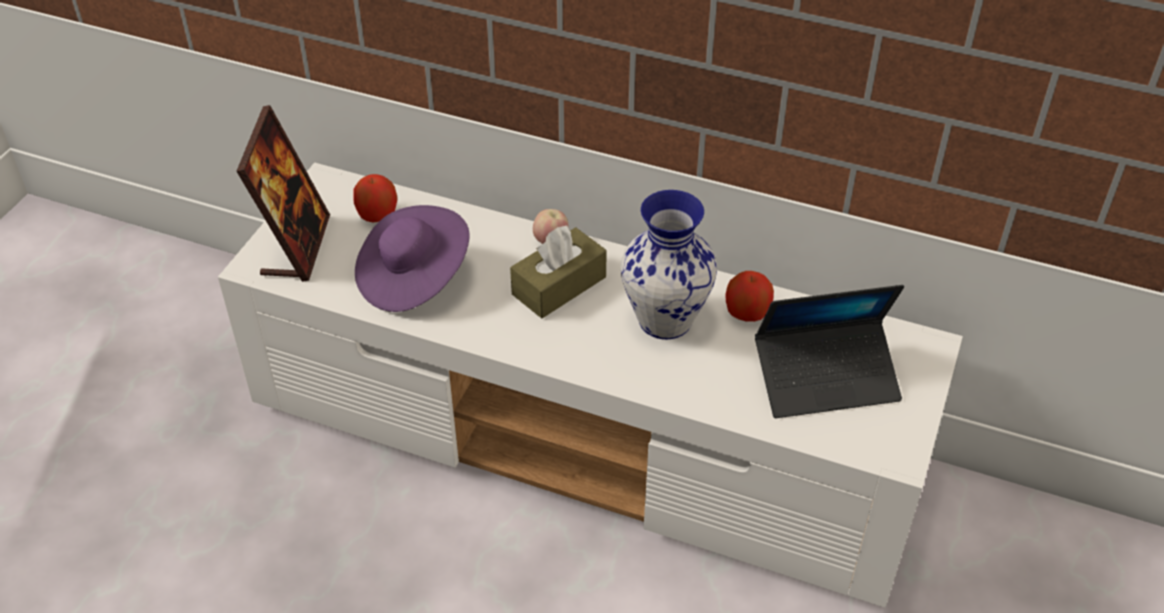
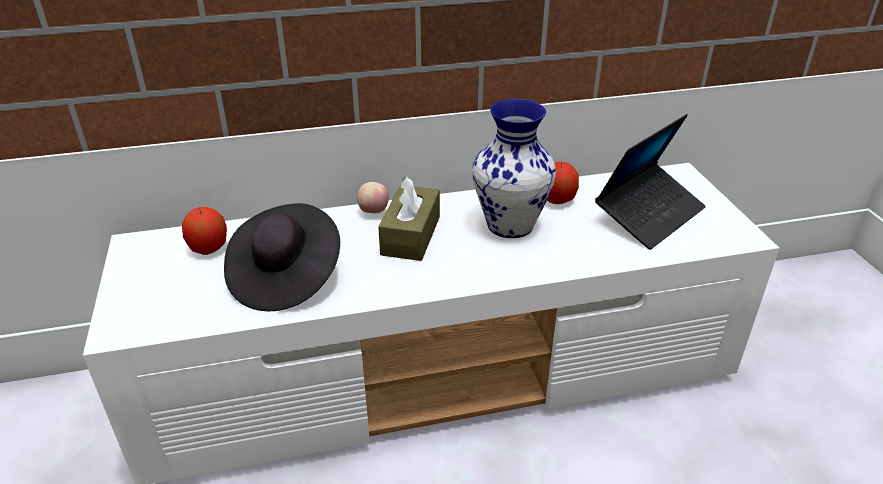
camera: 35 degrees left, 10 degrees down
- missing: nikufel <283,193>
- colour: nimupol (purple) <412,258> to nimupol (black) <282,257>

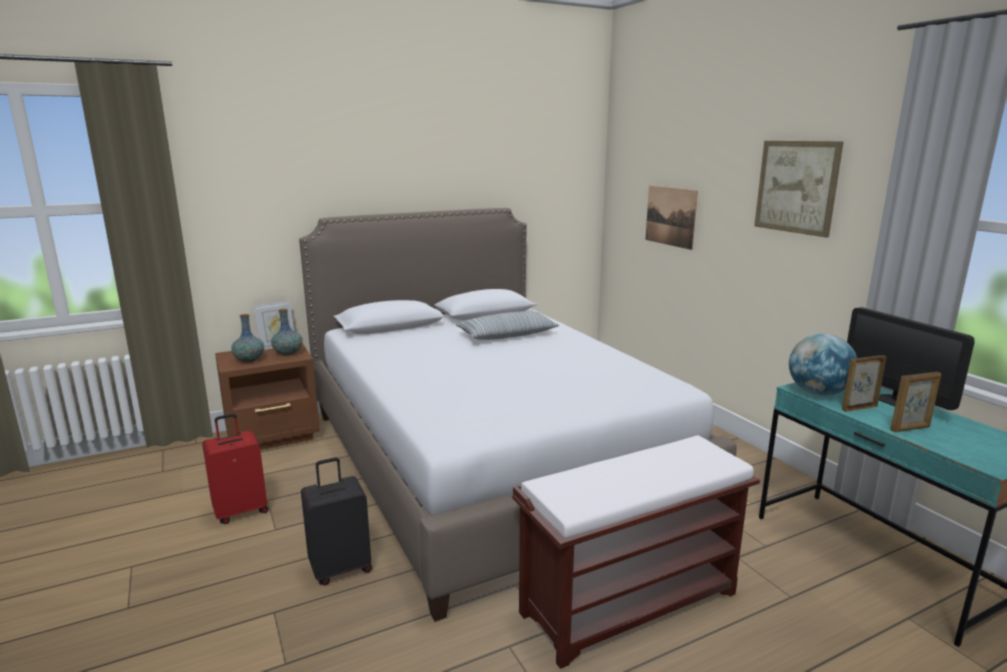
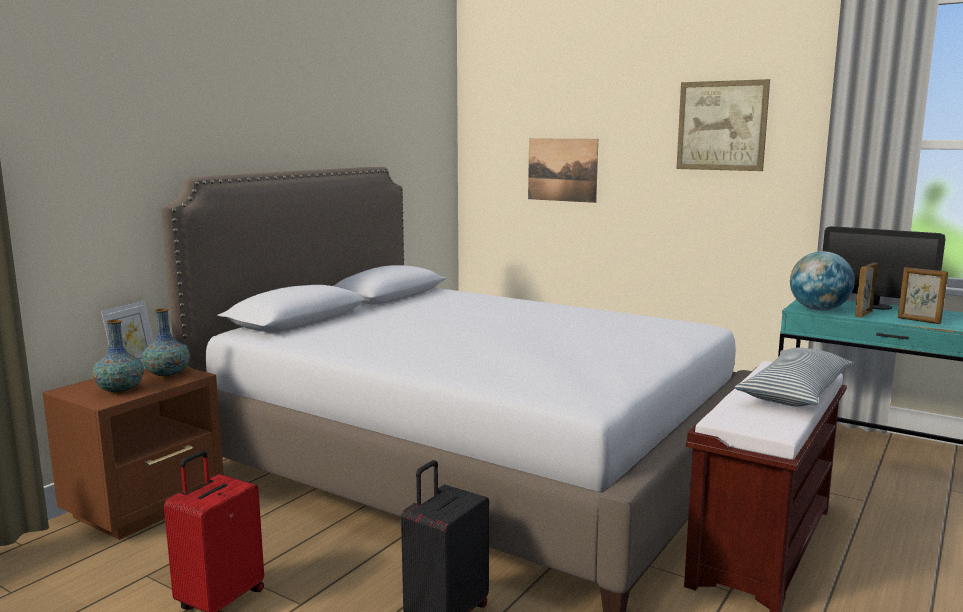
camera: 30 degrees left, 5 degrees down
- relocated: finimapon <508,325> to <794,377>
- spun: nikufel <915,402> = <923,295> 90 degrees clockwise

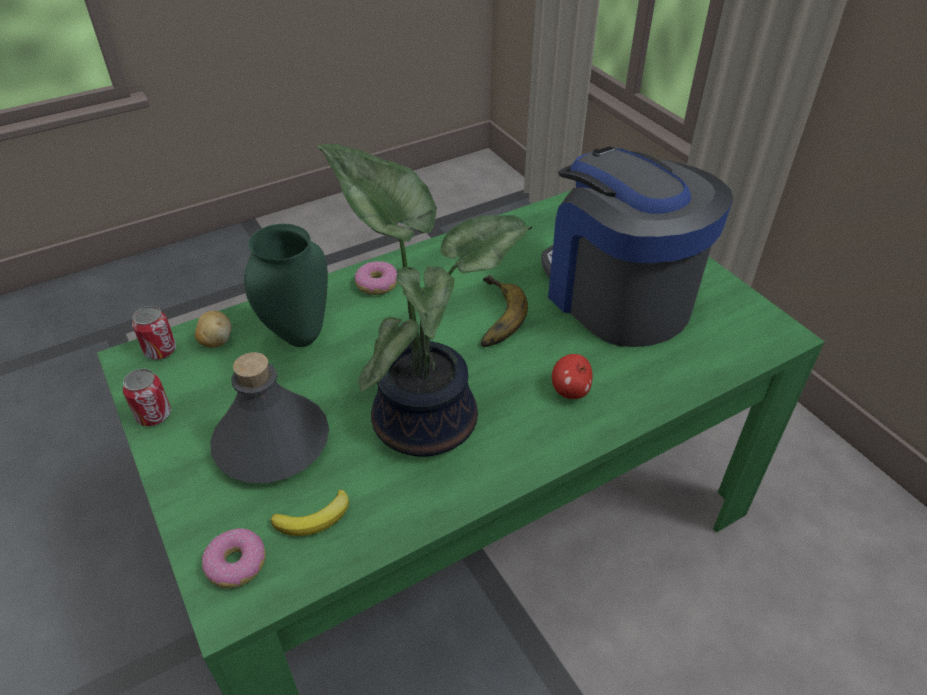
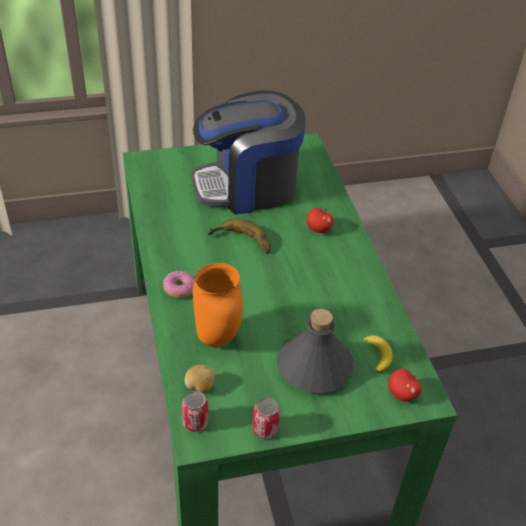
camera: 75 degrees left, 0 degrees up
- missing: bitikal <425,300>
- colour: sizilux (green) <286,285> to sizilux (orange) <218,305>
- exchanged: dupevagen <234,558> to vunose <405,385>

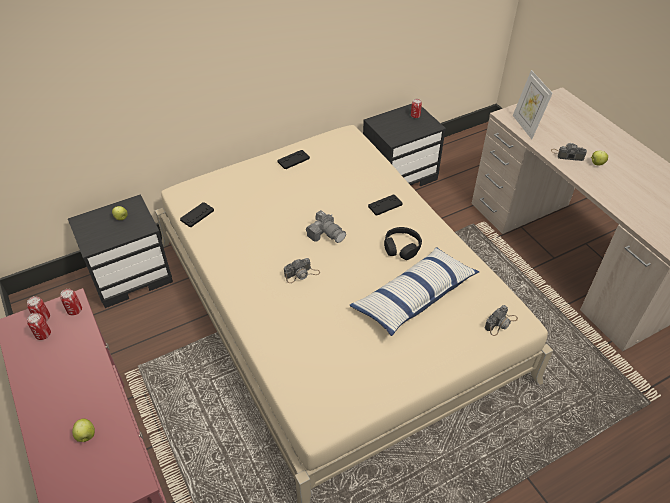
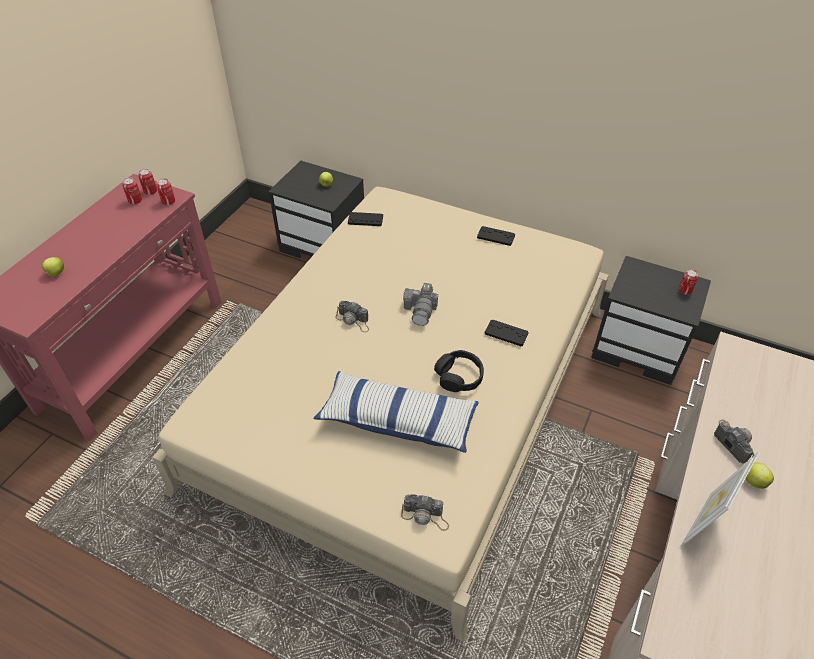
camera: 55 degrees right, 0 degrees up
- relocated: nikufel <533,104> to <720,499>

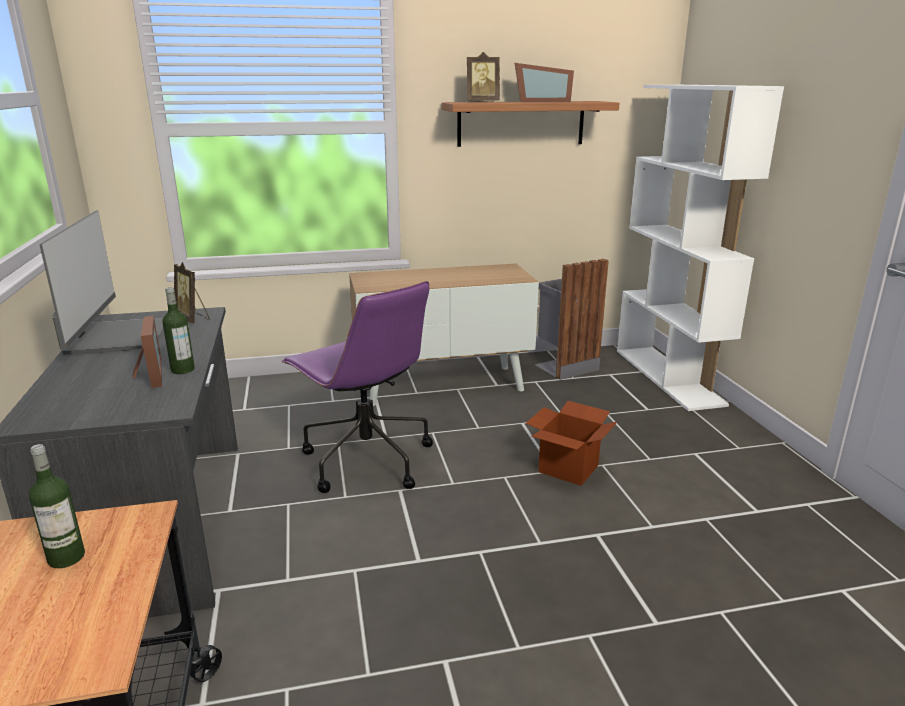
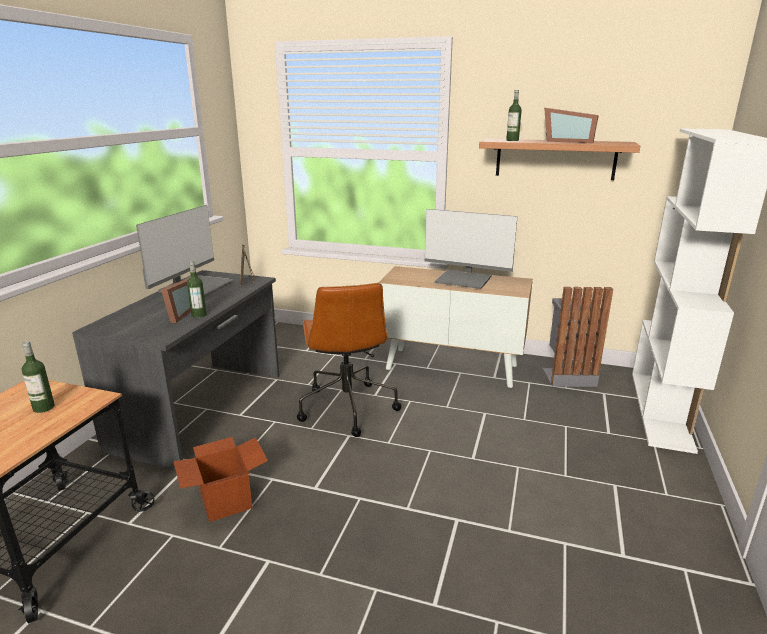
camera: 30 degrees right, 0 degrees up
- exchanged: nikufel <483,77> to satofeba <514,115>
- colour: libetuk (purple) <357,387> to libetuk (brown) <349,360>
- relocated: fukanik <571,443> to <220,479>
- appeared: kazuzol <471,249>

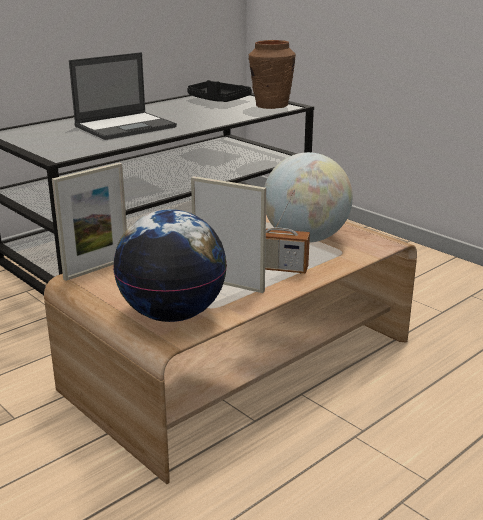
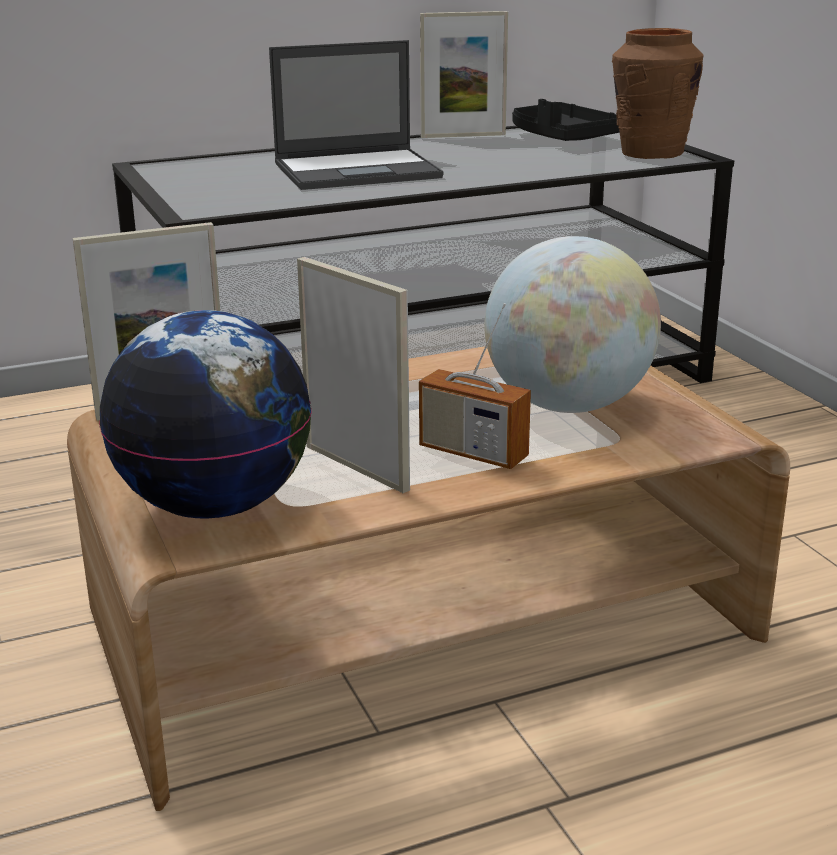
camera: 20 degrees right, 0 degrees up
- appeared: nikufel <464,74>

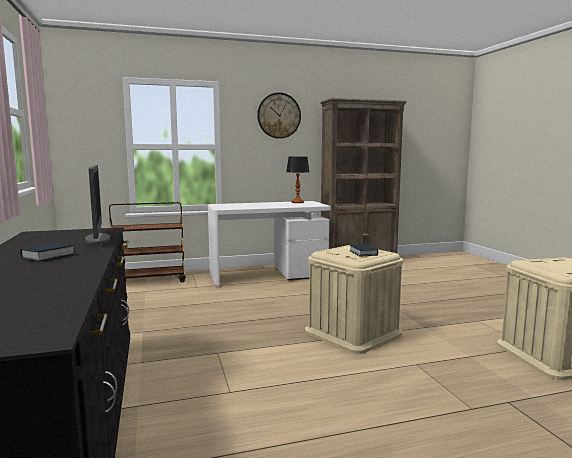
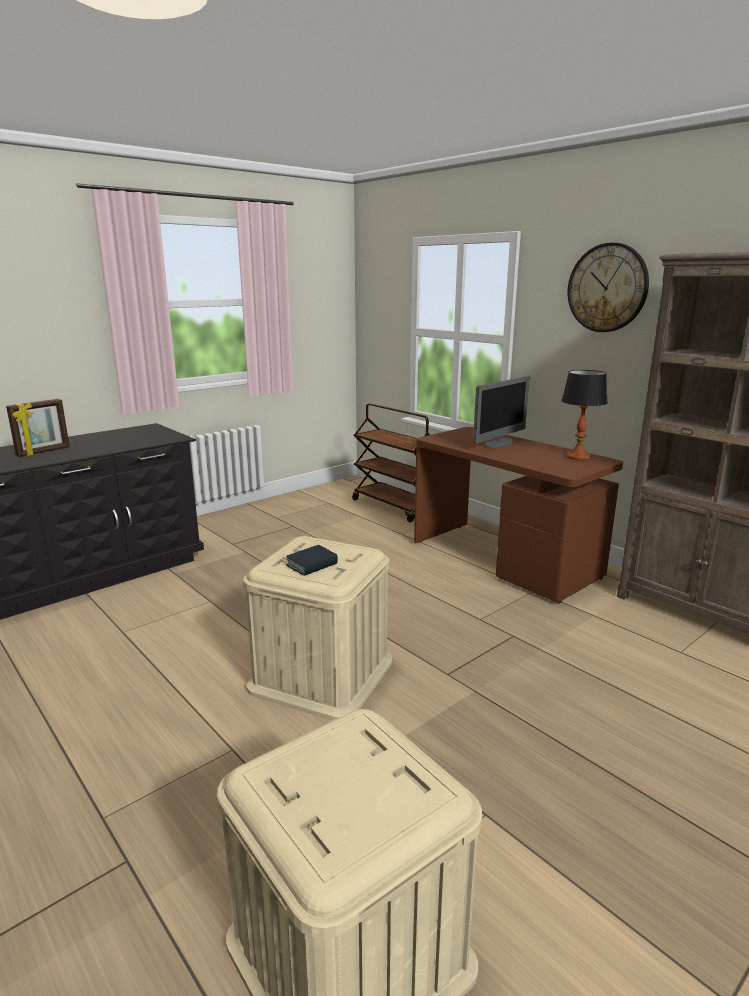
camera: 65 degrees right, 10 degrees up
- relocated: kazuzol <97,204> to <501,412>
- colour: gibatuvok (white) <269,243> to gibatuvok (brown) <518,515>
- exchanged: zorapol <47,252> to nikufel <38,428>

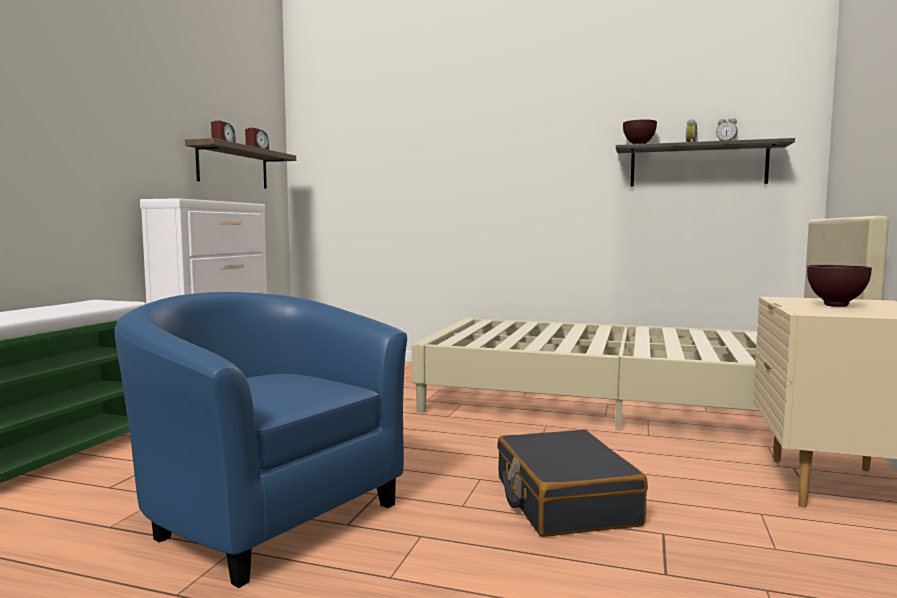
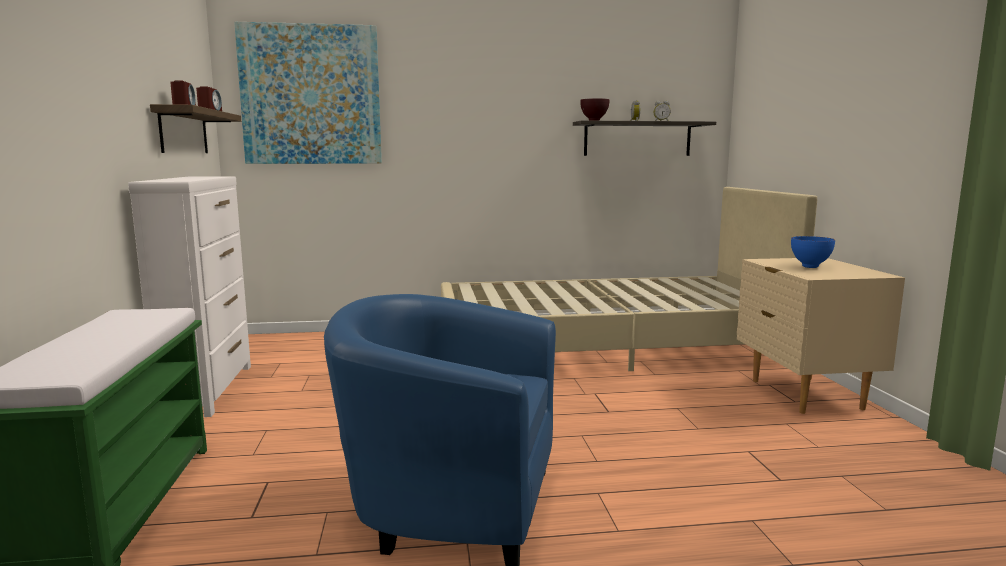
camera: 25 degrees left, 5 degrees up
- colour: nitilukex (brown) <839,286> to nitilukex (blue) <813,252>
- missing: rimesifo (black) <572,483>
- appeared: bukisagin <308,93>

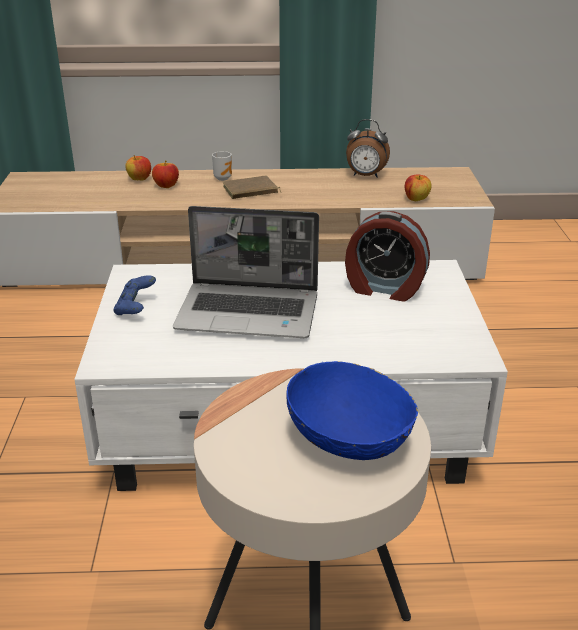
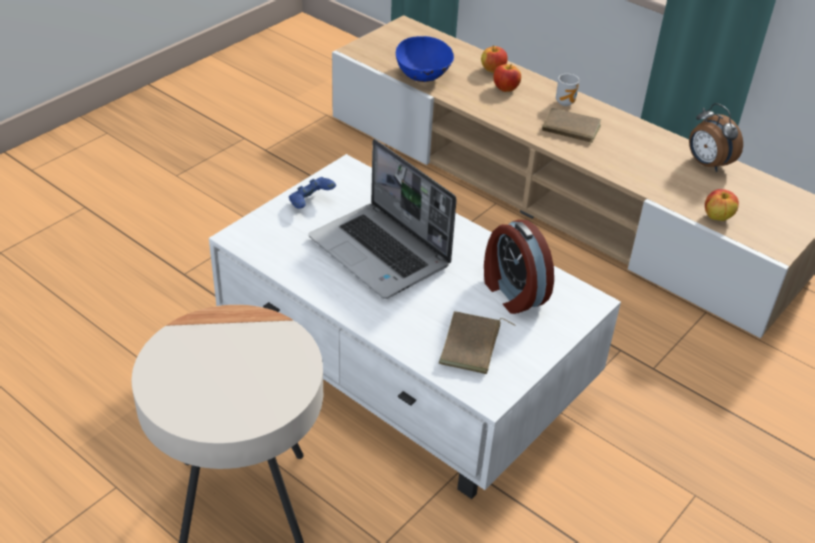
camera: 40 degrees right, 10 degrees up
- relocated: nitilukex (blue) <352,410> to <425,59>
- appeared: zorapol (brown) <477,342>

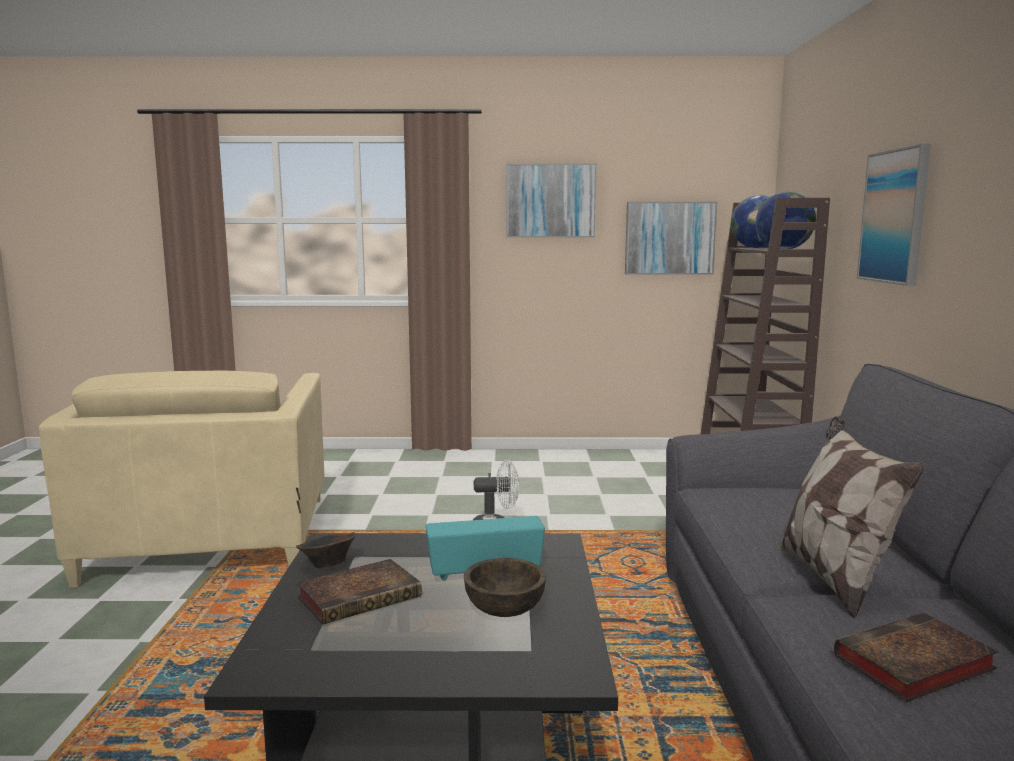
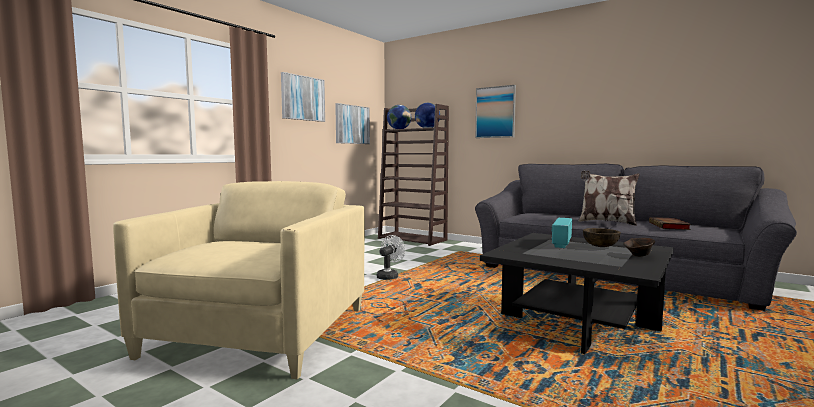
camera: 55 degrees left, 5 degrees down
- spun: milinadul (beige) <182,479> = <239,280> 105 degrees counterclockwise
- relocated: nitilukex (brown) <325,550> to <639,247>
- missing: zorapol <359,592>

